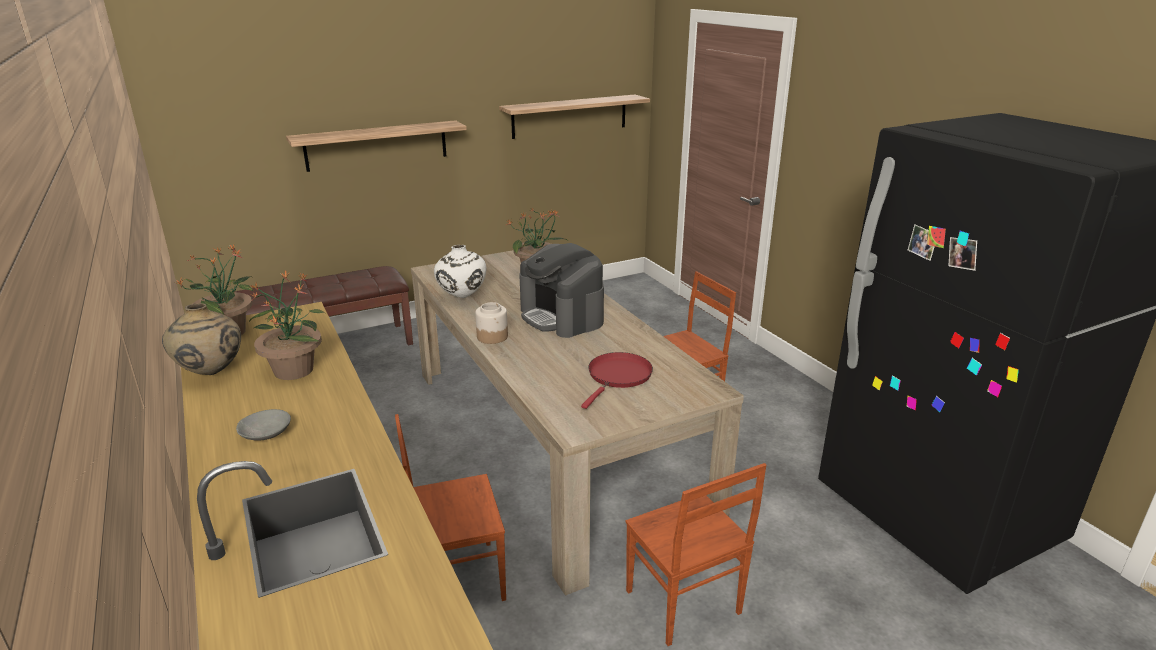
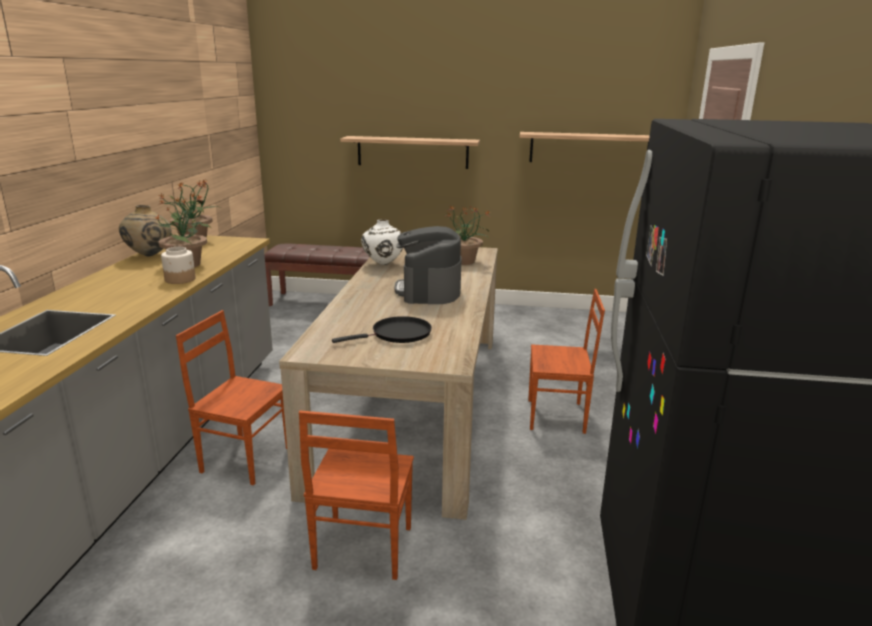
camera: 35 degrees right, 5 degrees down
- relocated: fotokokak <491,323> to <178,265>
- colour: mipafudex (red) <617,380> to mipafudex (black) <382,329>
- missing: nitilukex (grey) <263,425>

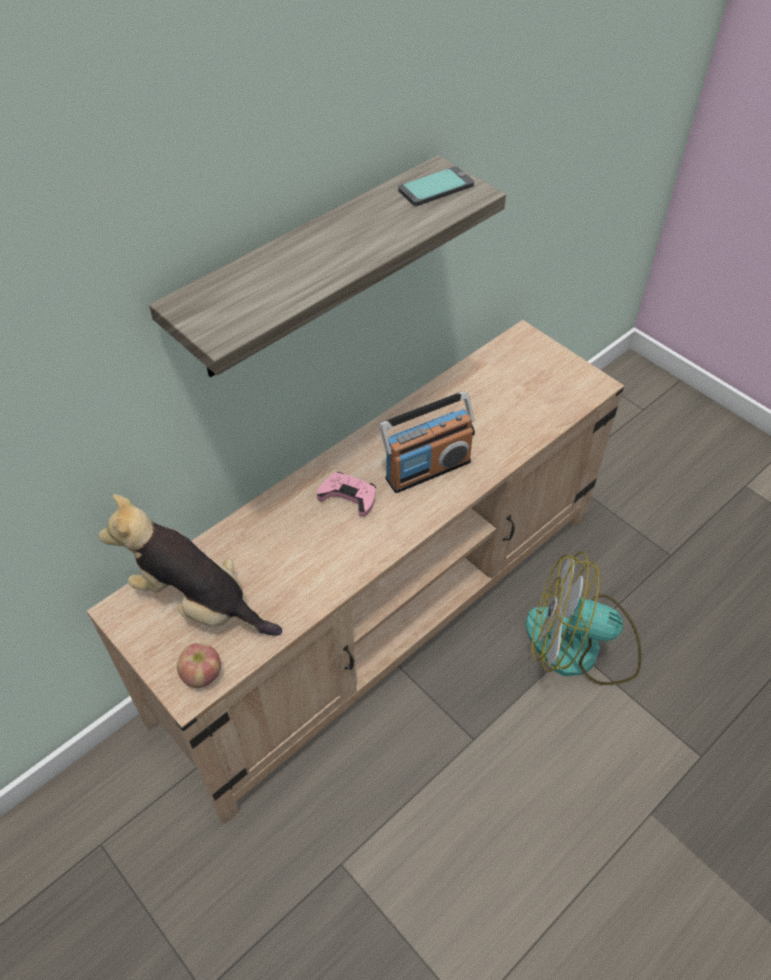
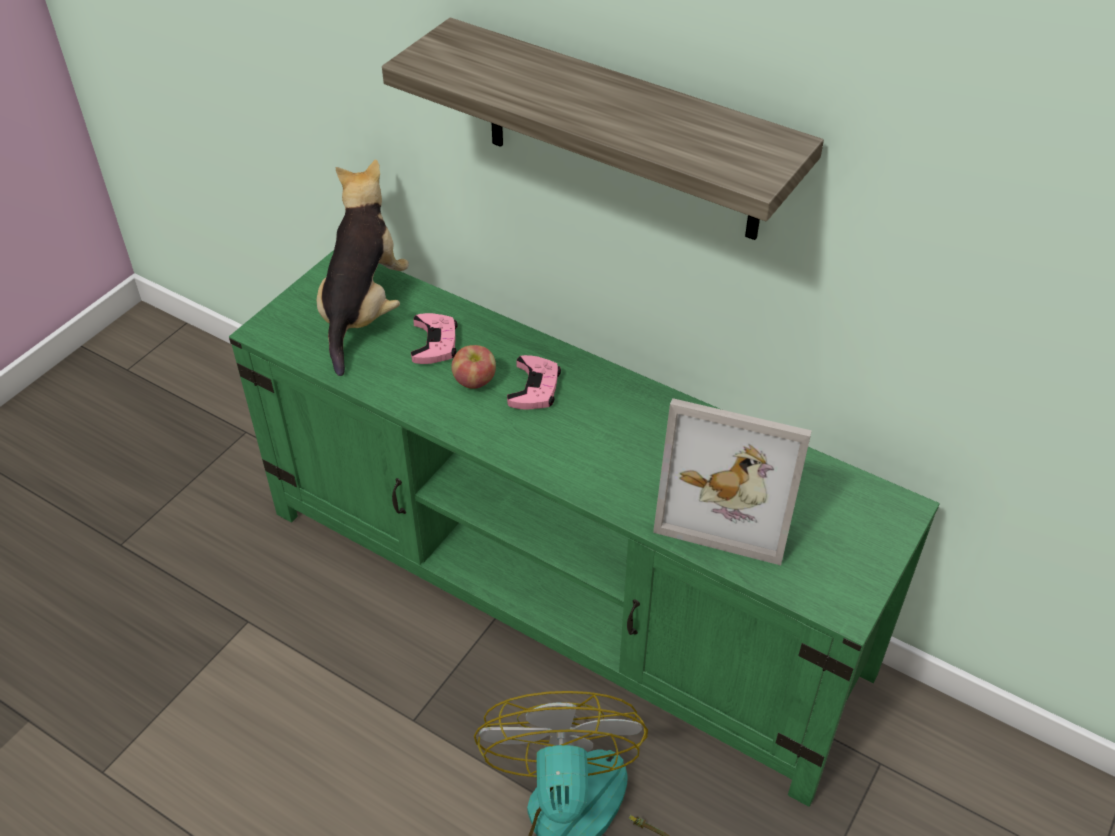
camera: 75 degrees right, 5 degrees down
- missing: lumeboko <436,186>
- colour: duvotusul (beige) <355,572> to duvotusul (green) <584,528>
- missing: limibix <427,442>
- relocated: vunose <199,665> to <473,367>
- appeared: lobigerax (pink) <434,338>
- appeared: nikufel <732,481>

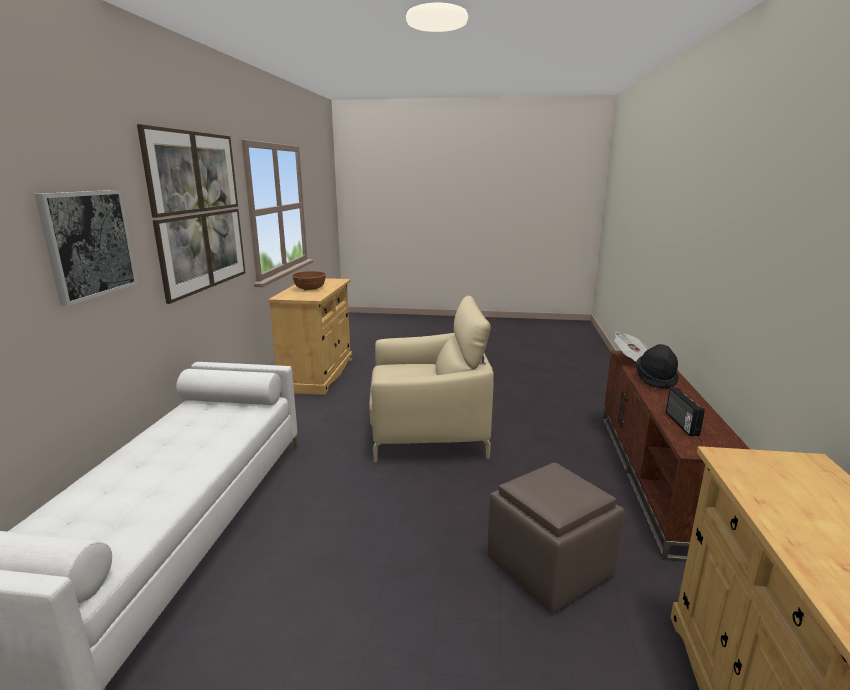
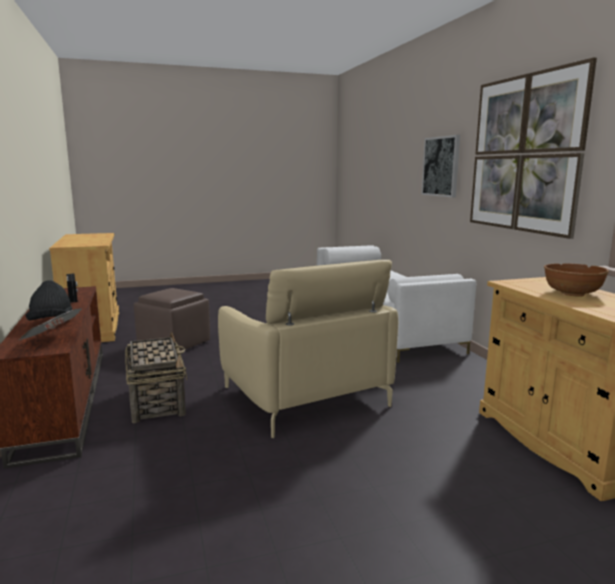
camera: 155 degrees right, 5 degrees down
- spun: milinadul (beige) <431,379> = <308,349> 90 degrees counterclockwise
- appeared: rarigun <156,377>

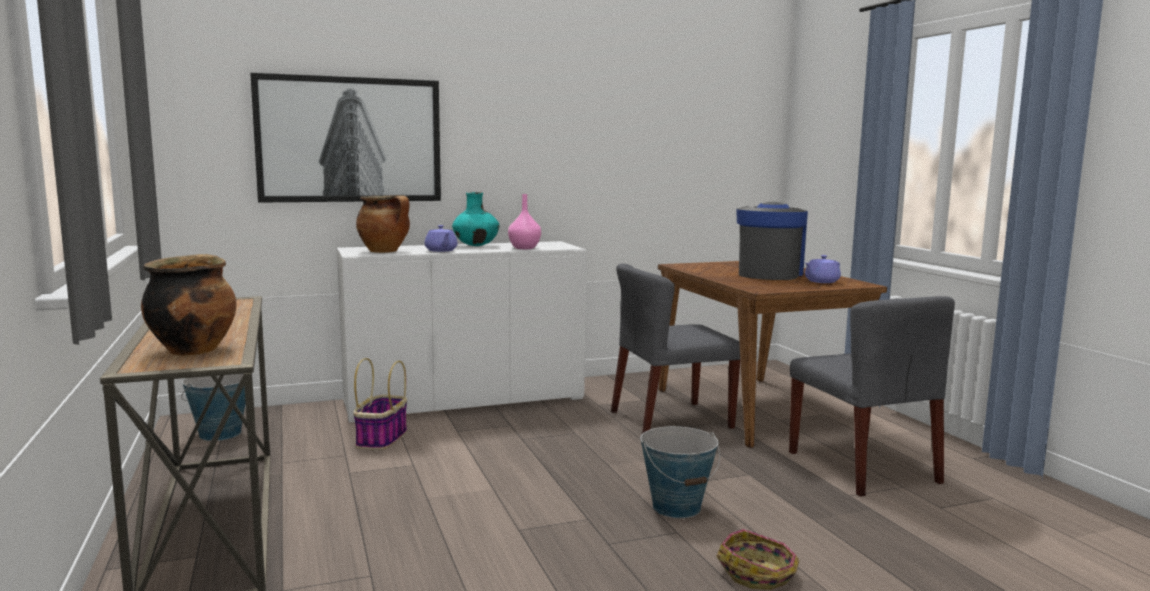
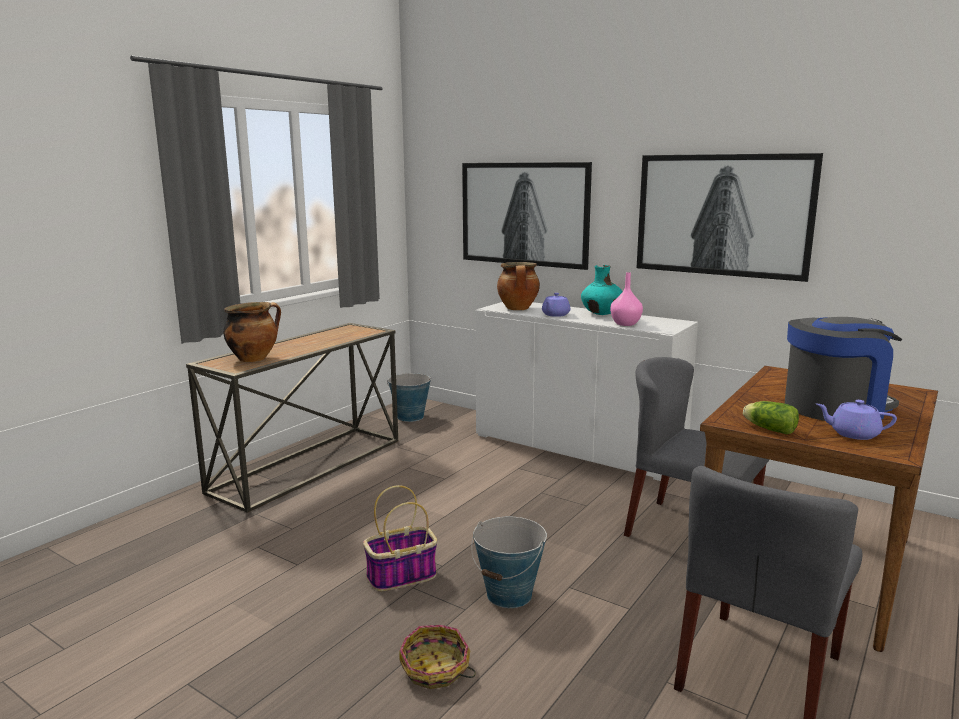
camera: 55 degrees right, 5 degrees up
- relocated: rarigun <380,404> to <400,538>
- appeared: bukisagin <729,217>
- appeared: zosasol <771,417>

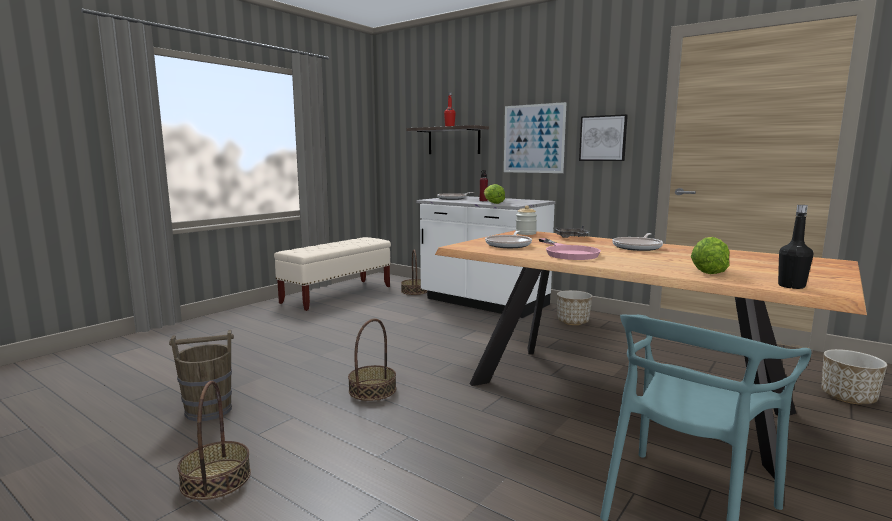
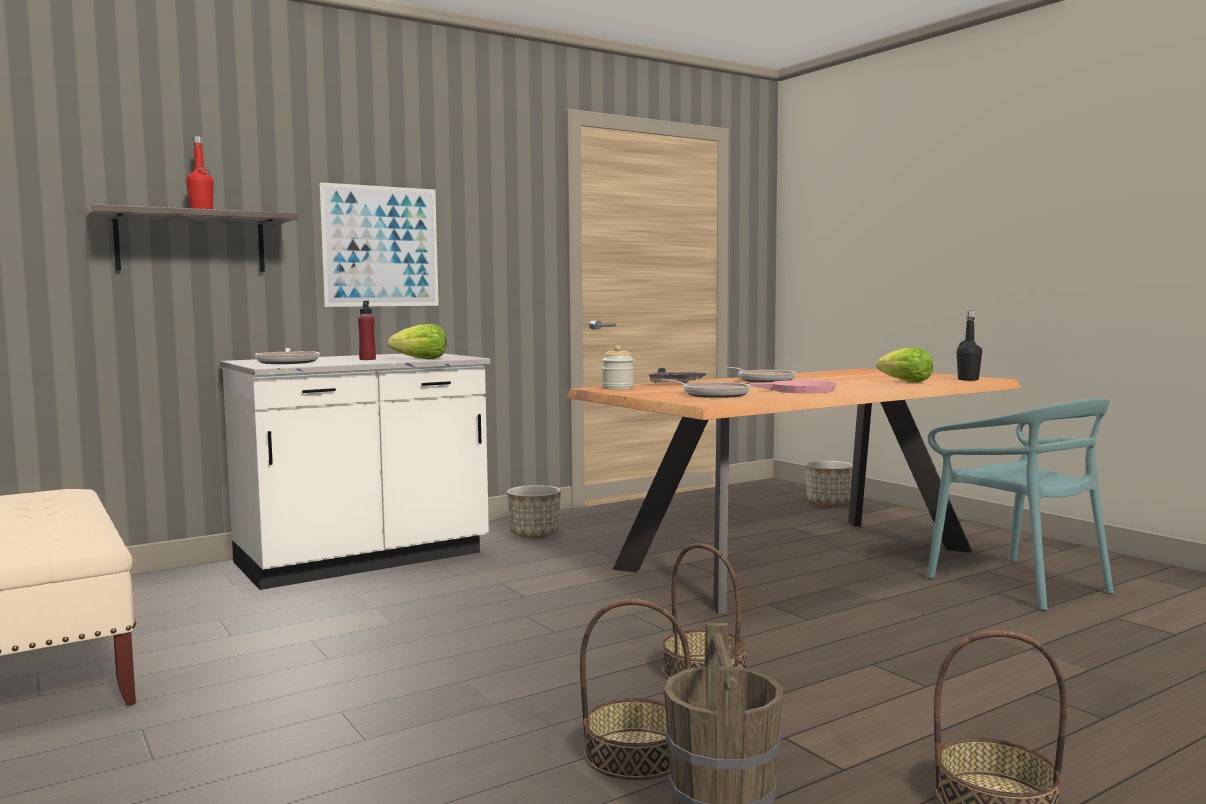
camera: 70 degrees left, 5 degrees down
- missing: bukisagin <603,137>
- relocated: rarigun <414,272> to <635,689>

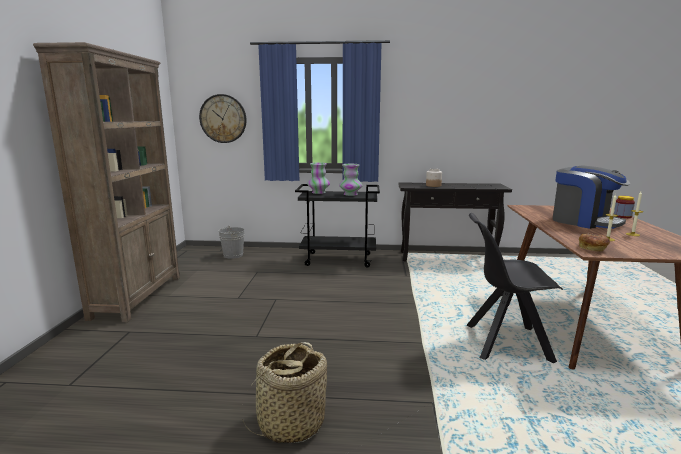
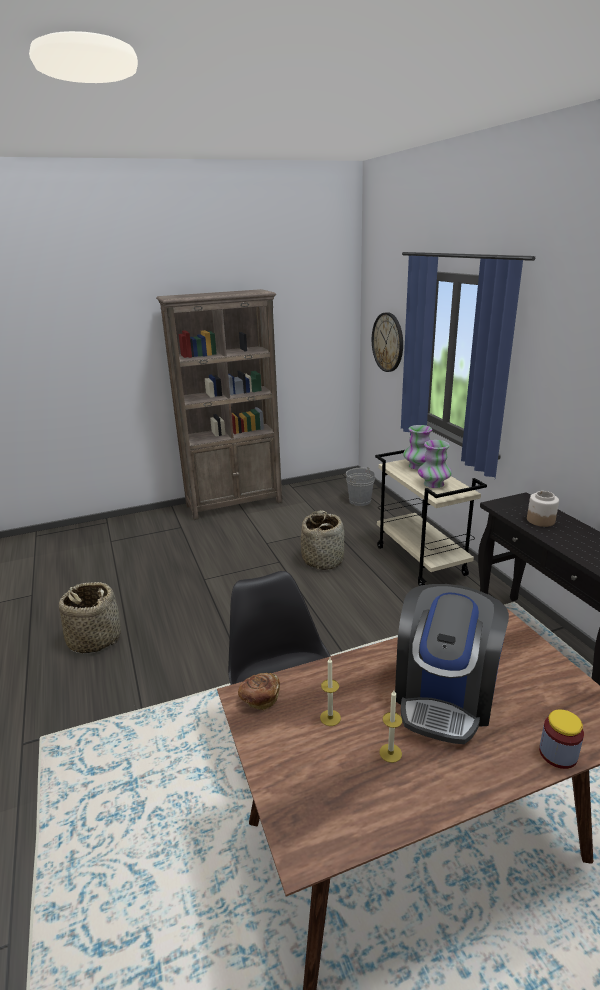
camera: 65 degrees right, 10 degrees up
- colour: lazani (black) <337,225> to lazani (beige) <431,518>
- appeared: rarigun <323,540>

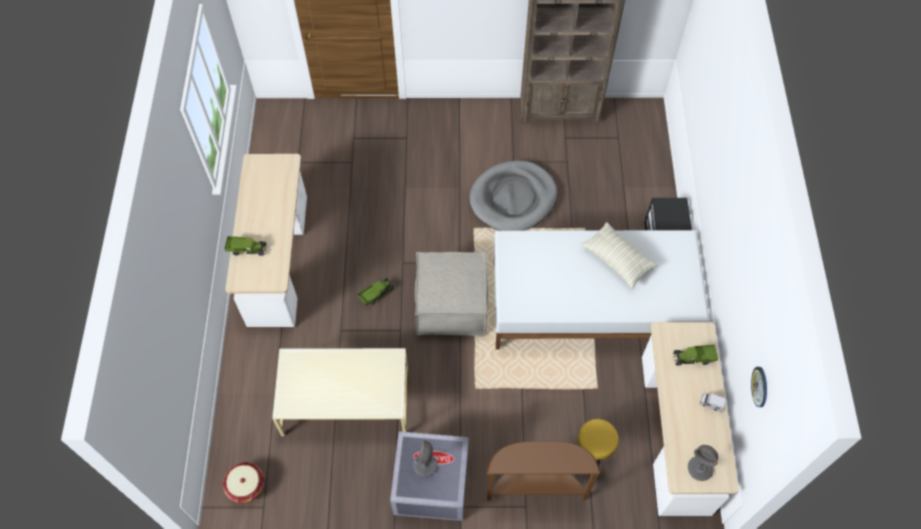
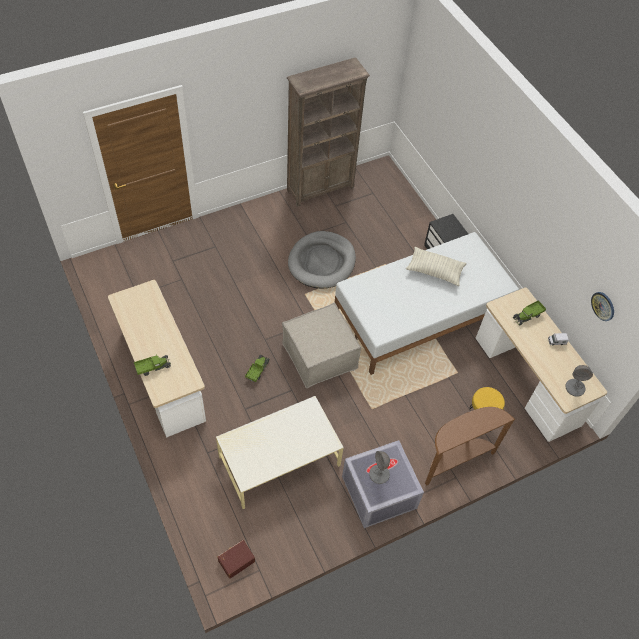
camera: 30 degrees left, 5 degrees down
- exchanged: rarigun <244,482> to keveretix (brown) <236,559>

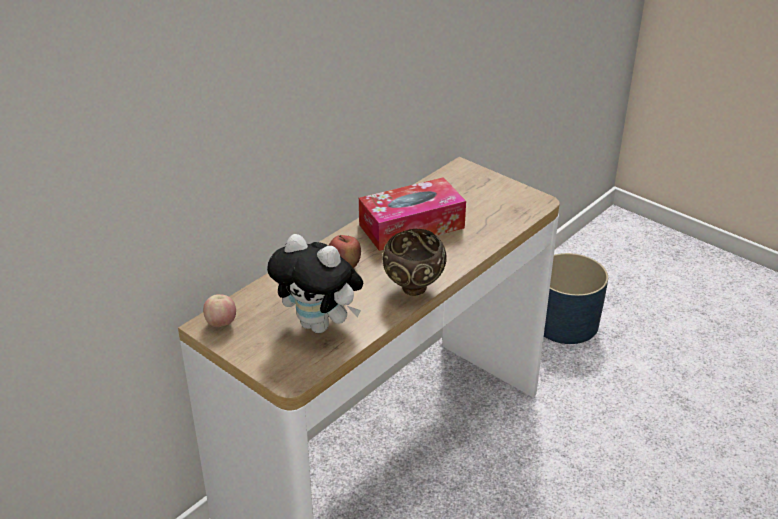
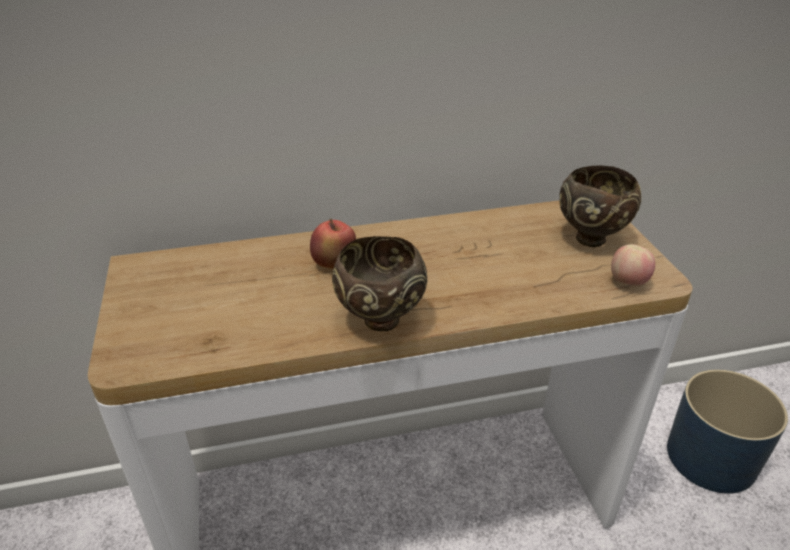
camera: 35 degrees right, 0 degrees up
- missing: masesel <412,214>
- missing: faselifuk <315,283>
- relocated: vunose <219,310> to <633,265>
- appeared: nitilukex (brown) <600,206>

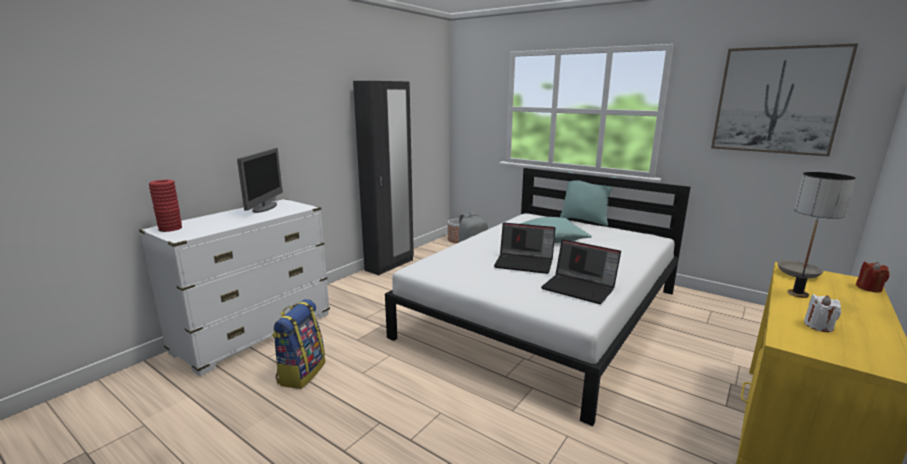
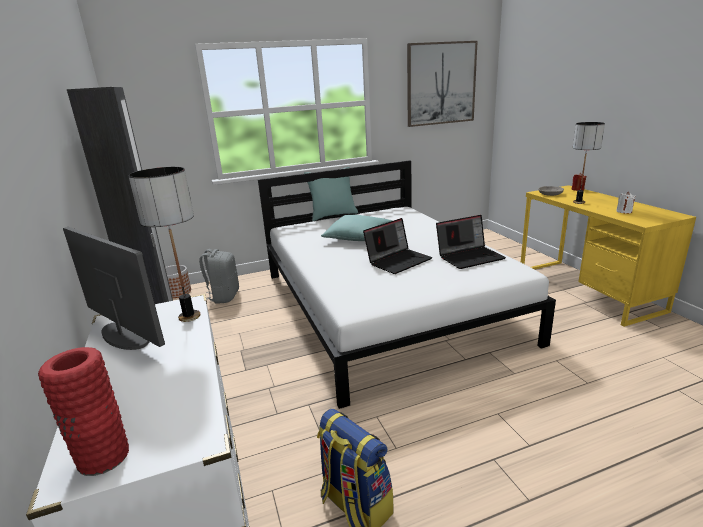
camera: 55 degrees left, 5 degrees up
- appeared: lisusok <164,244>

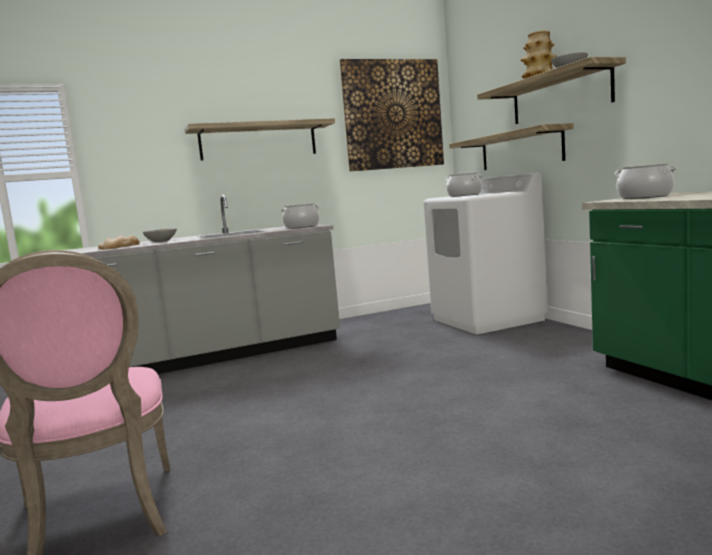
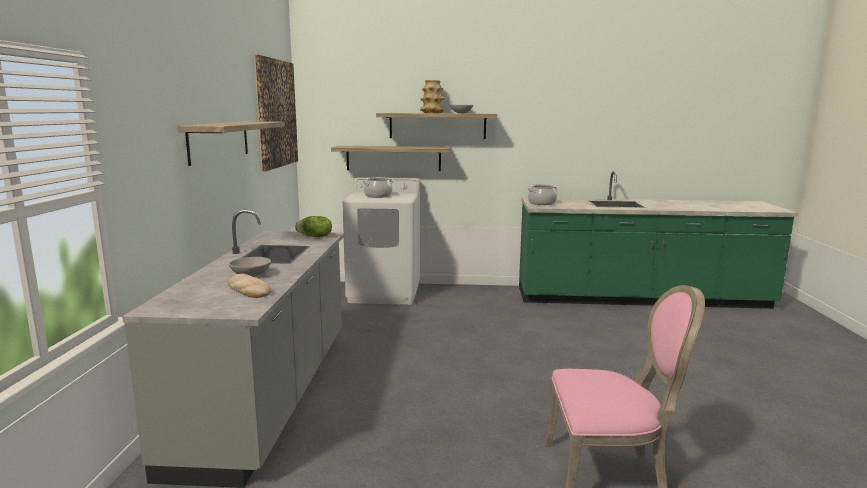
camera: 65 degrees left, 5 degrees up
- exchanged: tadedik <300,216> to zosasol <313,226>

